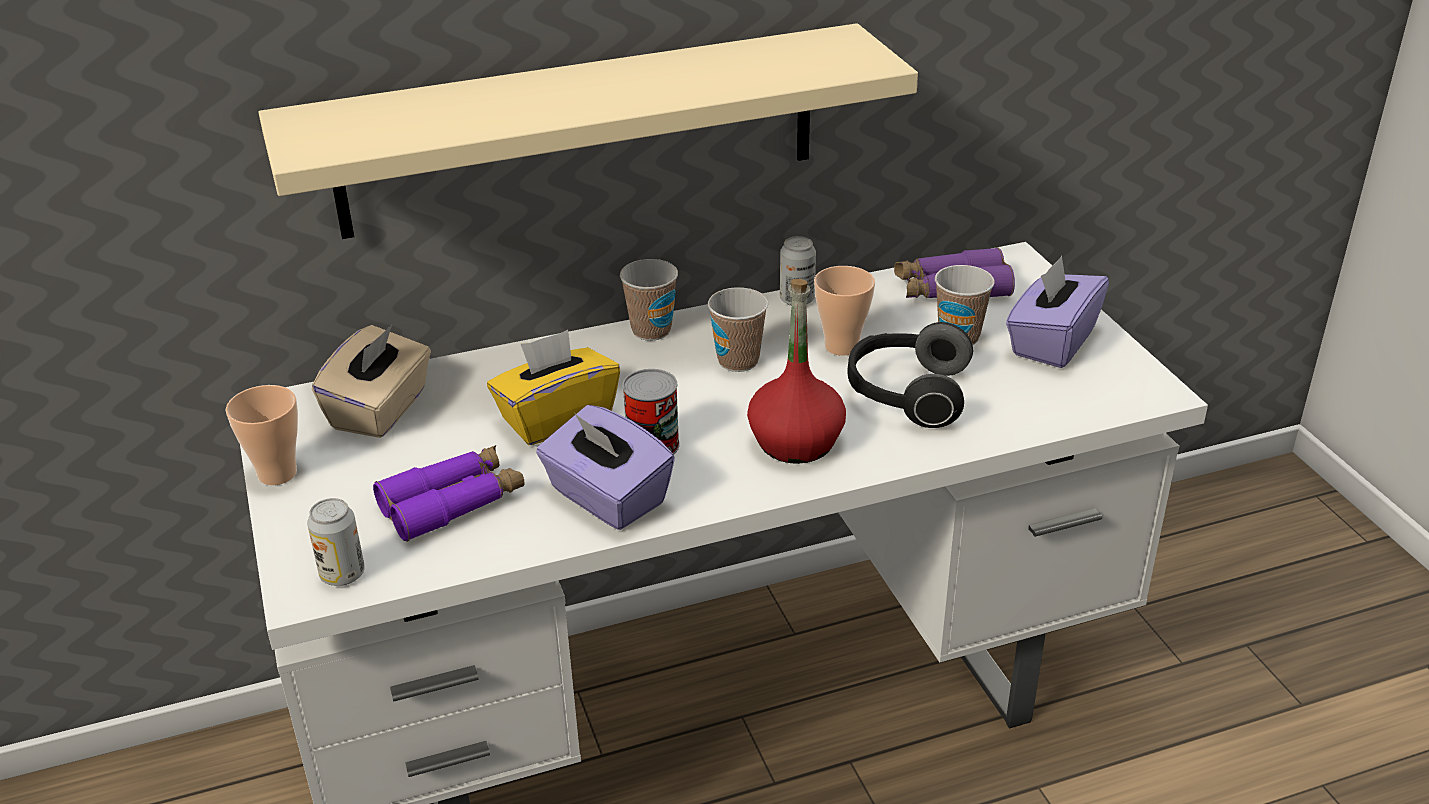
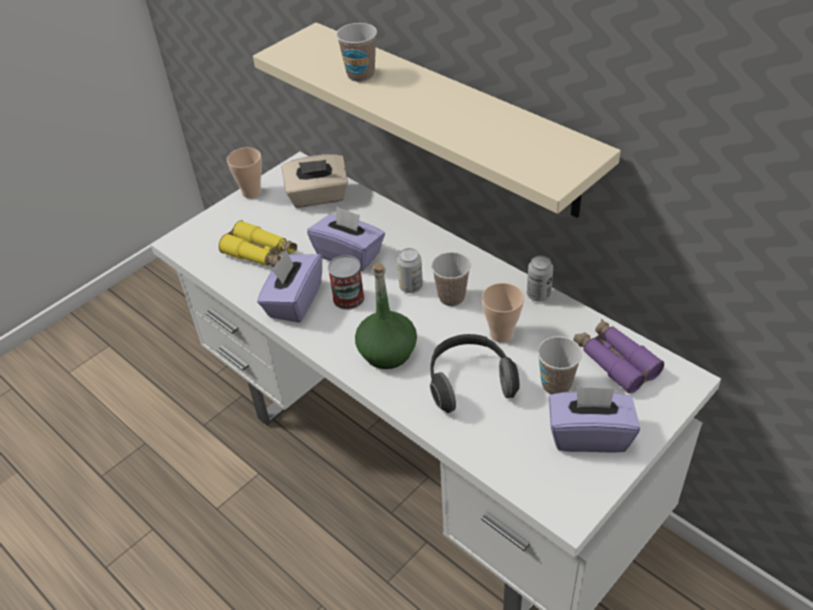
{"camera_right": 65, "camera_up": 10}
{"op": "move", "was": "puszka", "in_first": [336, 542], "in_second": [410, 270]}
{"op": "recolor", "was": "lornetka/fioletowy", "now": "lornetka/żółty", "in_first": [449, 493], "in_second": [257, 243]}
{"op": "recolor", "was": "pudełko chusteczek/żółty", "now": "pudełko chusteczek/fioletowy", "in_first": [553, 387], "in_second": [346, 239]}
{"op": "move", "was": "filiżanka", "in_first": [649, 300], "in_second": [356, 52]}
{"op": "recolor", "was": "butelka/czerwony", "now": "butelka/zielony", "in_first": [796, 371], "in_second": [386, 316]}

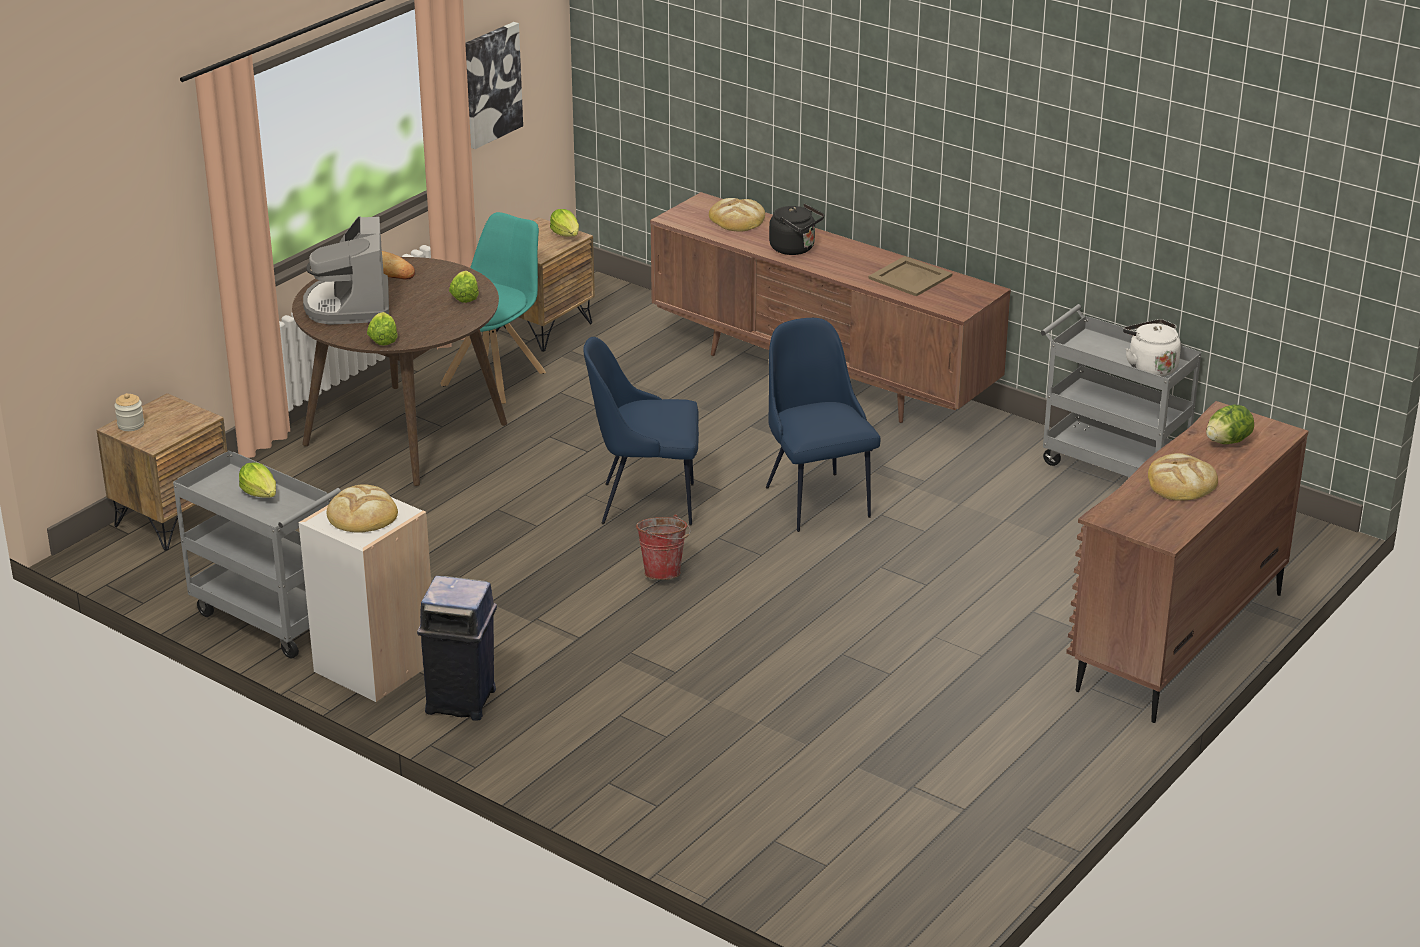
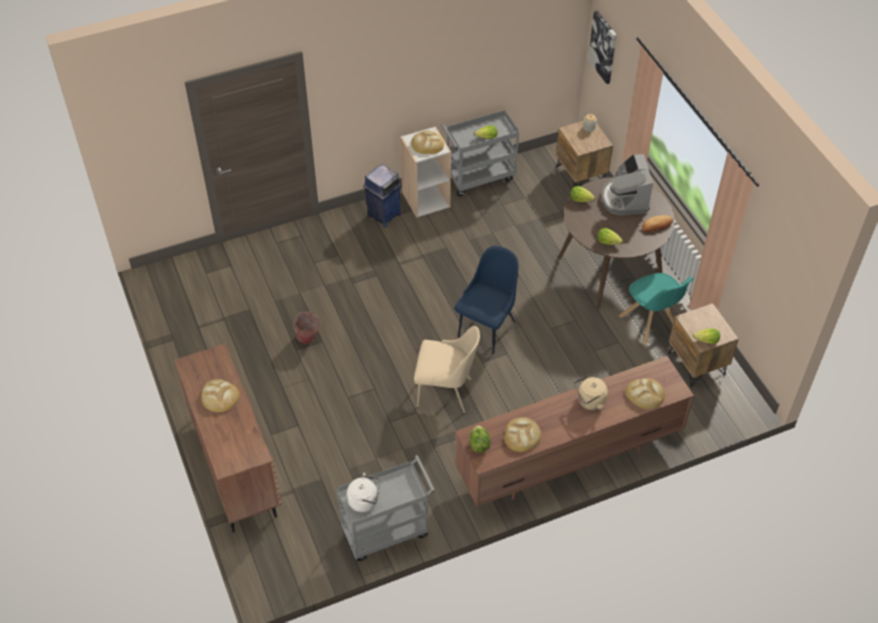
{"camera_right": 120, "camera_up": 20}
{"op": "rotate", "was": "ekspres do kawy", "in_first": [346, 270], "in_second": [627, 184], "clockwise": -120}
{"op": "move", "was": "obraz", "in_first": [494, 85], "in_second": [602, 47]}
{"op": "move", "was": "wiadro", "in_first": [663, 547], "in_second": [307, 327]}
{"op": "recolor", "was": "krzesło/niebieski", "now": "krzesło/beżowy", "in_first": [823, 425], "in_second": [447, 370]}
{"op": "recolor", "was": "czajnik/czarny", "now": "czajnik/beżowy", "in_first": [796, 229], "in_second": [591, 393]}
{"op": "replace", "was": "taca/beżowy", "now": "chleb", "in_first": [910, 276], "in_second": [523, 434]}
{"op": "move", "was": "sałata", "in_first": [1230, 424], "in_second": [480, 439]}

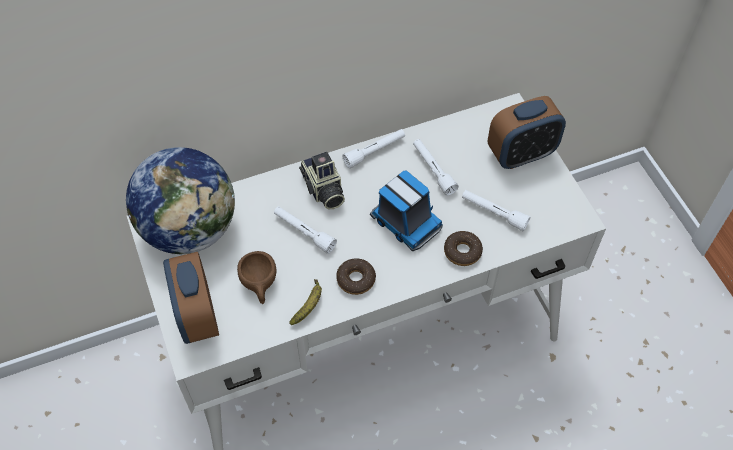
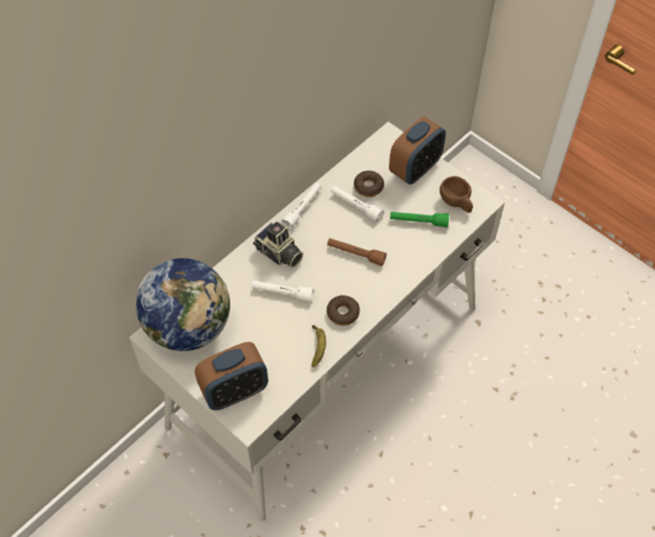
{"camera_right": -25, "camera_up": 0}
{"op": "rotate", "was": "budzik", "in_first": [191, 298], "in_second": [231, 376], "clockwise": -75}
{"op": "move", "was": "filiżanka/brązowy", "in_first": [256, 277], "in_second": [456, 194]}
{"op": "replace", "was": "ciężarówka zabawkowa", "now": "latarka/brązowy", "in_first": [406, 210], "in_second": [357, 252]}
{"op": "move", "was": "donut", "in_first": [463, 248], "in_second": [369, 184]}
{"op": "recolor", "was": "latarka/biały", "now": "latarka/zielony", "in_first": [496, 210], "in_second": [419, 219]}

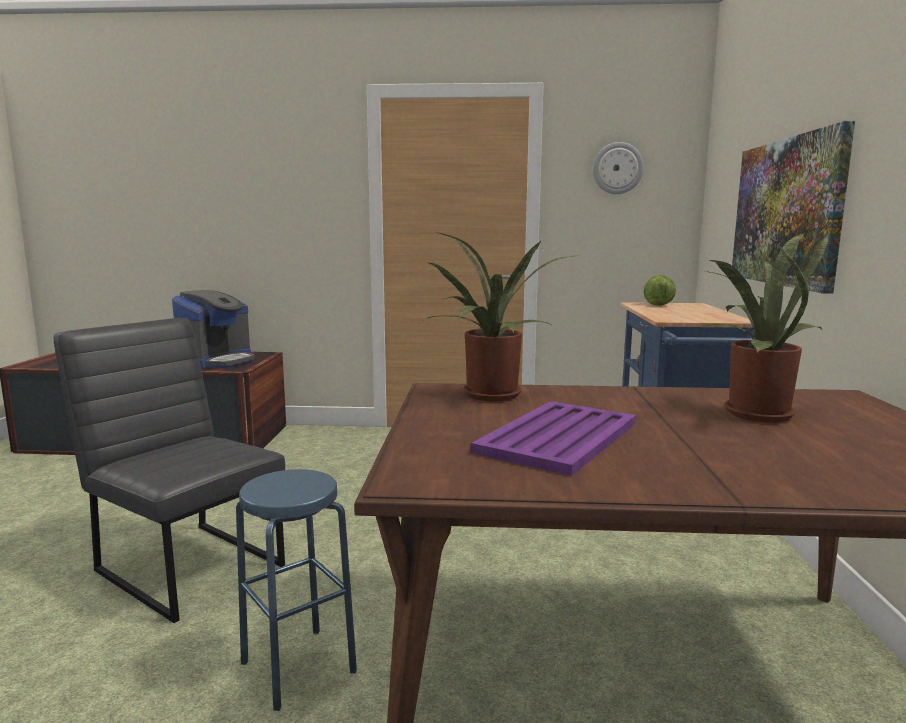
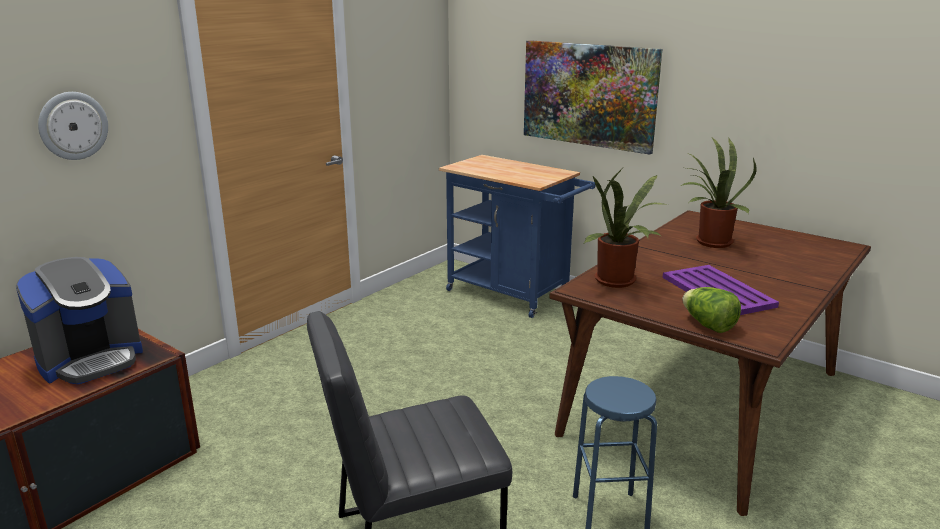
{"camera_right": -55, "camera_up": 10}
{"op": "rotate", "was": "ekspres do kawy", "in_first": [213, 329], "in_second": [79, 320], "clockwise": 75}
{"op": "move", "was": "zegar ścienny", "in_first": [618, 168], "in_second": [73, 126]}
{"op": "move", "was": "sałata", "in_first": [659, 290], "in_second": [711, 310]}

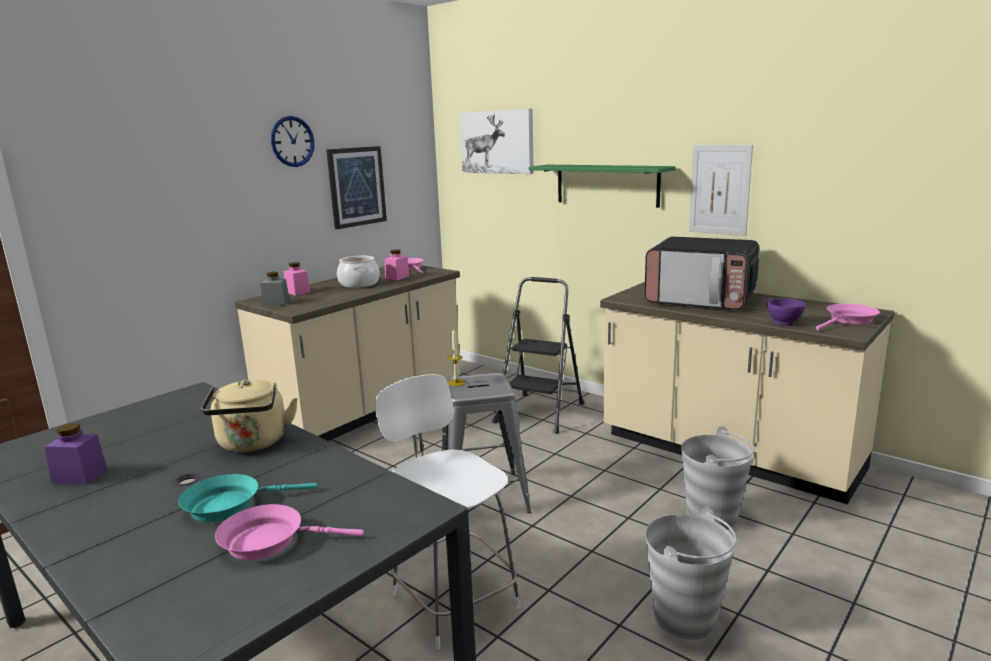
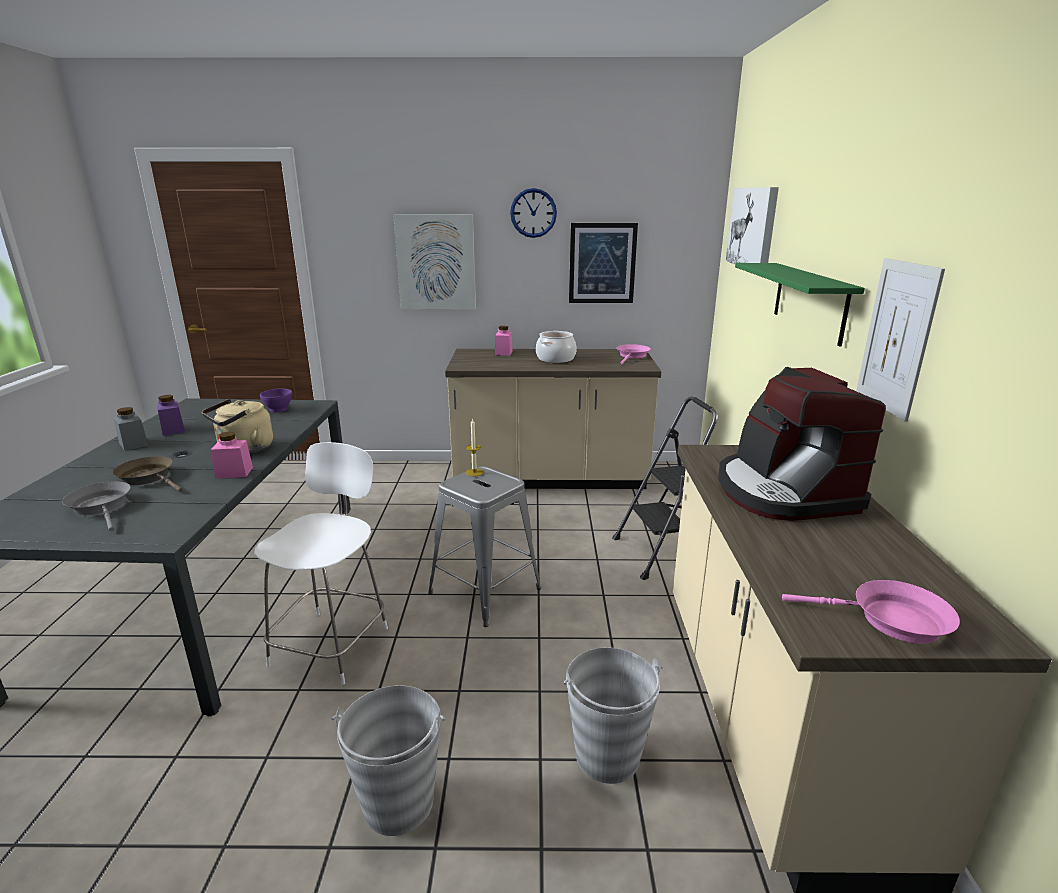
{"camera_right": 50, "camera_up": 5}
{"op": "recolor", "was": "patelnia/turkusowy", "now": "patelnia/brązowy", "in_first": [248, 498], "in_second": [147, 474]}
{"op": "recolor", "was": "patelnia/różowy", "now": "patelnia/szary", "in_first": [289, 532], "in_second": [96, 506]}
{"op": "move", "was": "słoik/szary", "in_first": [275, 289], "in_second": [131, 429]}
{"op": "move", "was": "słoik/różowy", "in_first": [397, 265], "in_second": [232, 455]}
{"op": "replace", "was": "mikrofalówka", "now": "ekspres do kawy", "in_first": [701, 273], "in_second": [802, 444]}
{"op": "move", "was": "miska/fioletowy", "in_first": [786, 312], "in_second": [276, 400]}
{"op": "insert", "now": "obraz", "in_second": [434, 261]}

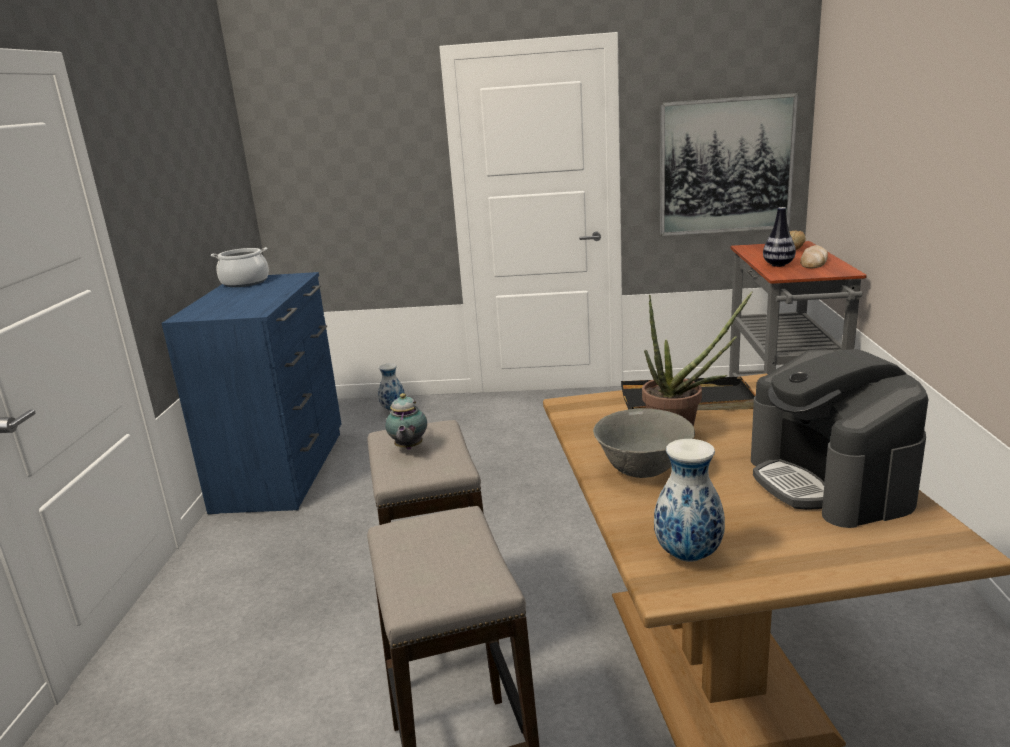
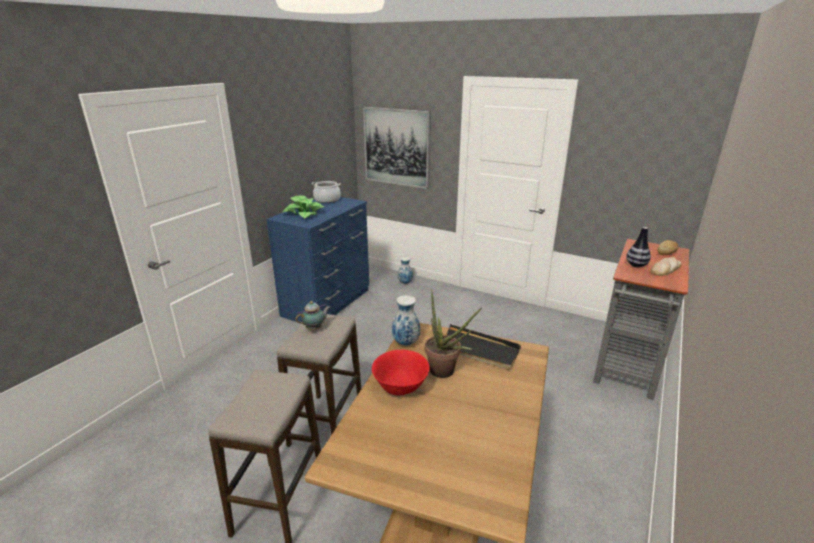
{"camera_right": 25, "camera_up": 5}
{"op": "rotate", "was": "imbryk", "in_first": [406, 421], "in_second": [313, 315], "clockwise": -150}
{"op": "recolor", "was": "miska/szary", "now": "miska/czerwony", "in_first": [644, 443], "in_second": [401, 372]}
{"op": "move", "was": "wazon", "in_first": [689, 500], "in_second": [406, 320]}
{"op": "move", "was": "obraz", "in_first": [729, 164], "in_second": [397, 148]}
{"op": "delete", "was": "ekspres do kawy", "in_first": [840, 438]}
{"op": "insert", "now": "roślina doniczkowa", "in_second": [304, 206]}

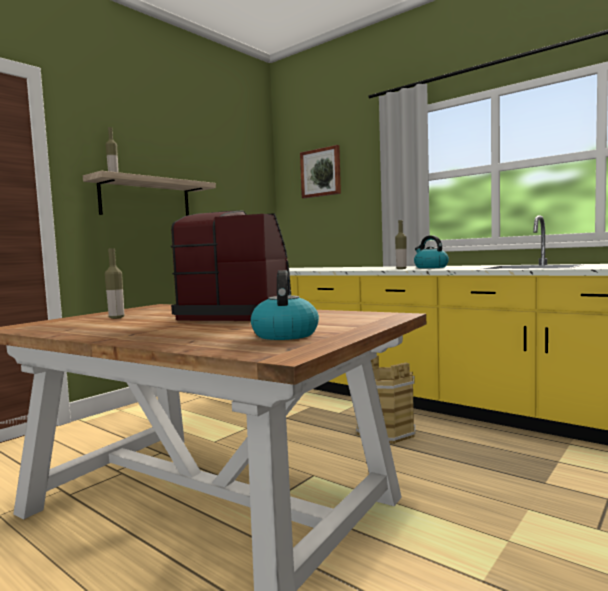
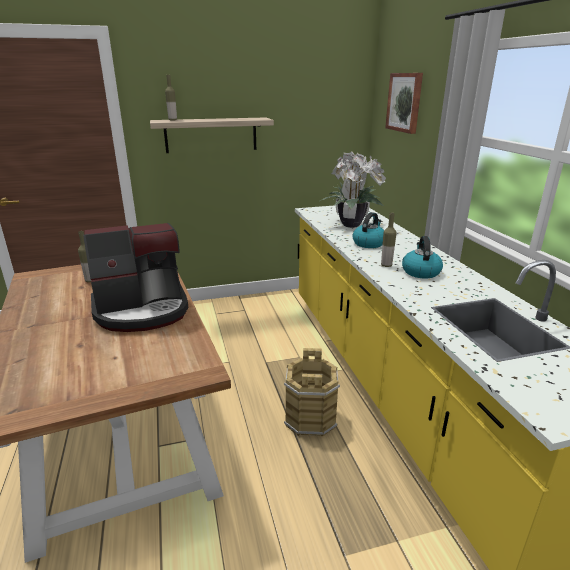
{"camera_right": 35, "camera_up": 20}
{"op": "rotate", "was": "ekspres do kawy", "in_first": [231, 265], "in_second": [135, 277], "clockwise": 105}
{"op": "move", "was": "czajnik", "in_first": [285, 305], "in_second": [368, 230]}
{"op": "insert", "now": "roślina doniczkowa", "in_second": [353, 190]}

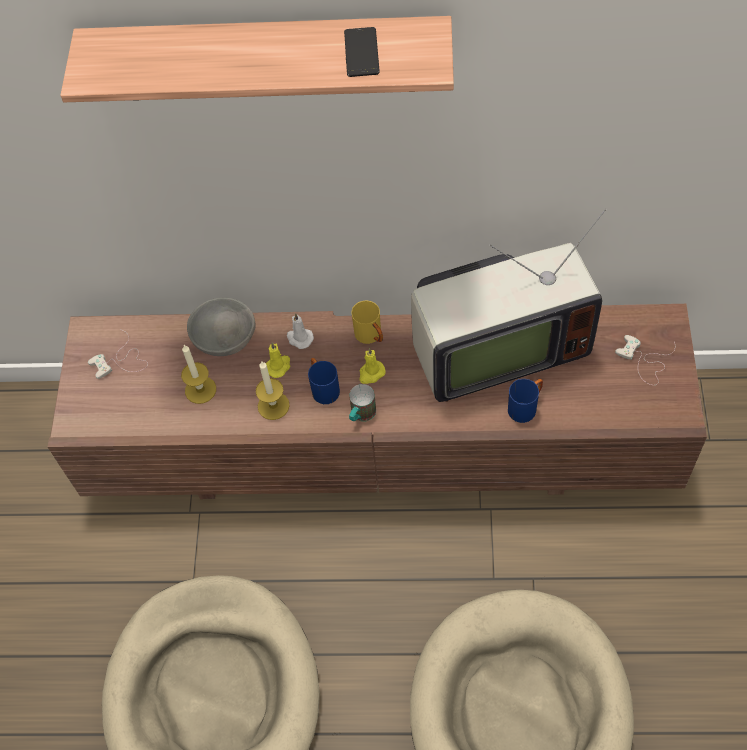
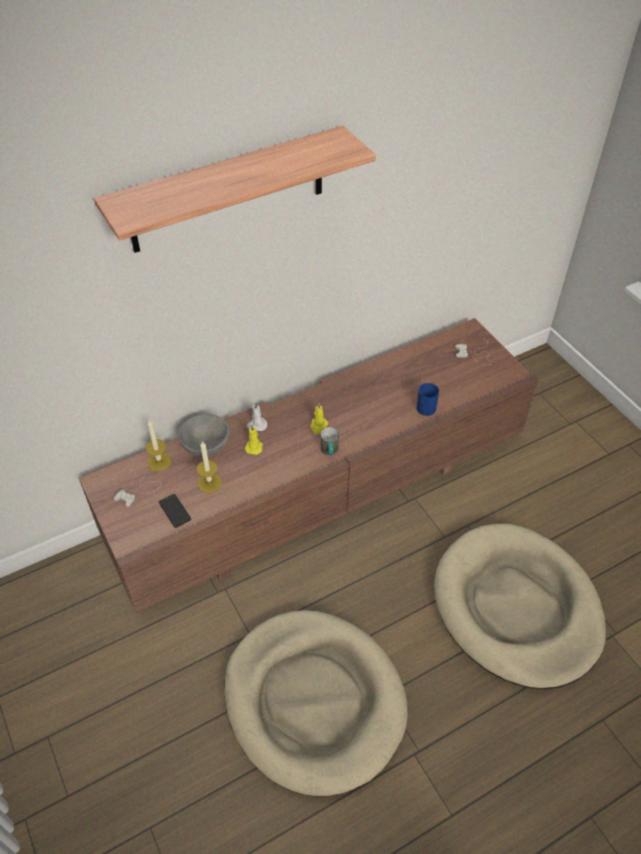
{"camera_right": -35, "camera_up": -10}
{"op": "move", "was": "świeca", "in_first": [273, 391], "in_second": [158, 446]}
{"op": "delete", "was": "kubek/niebieski", "in_first": [324, 381]}
{"op": "move", "was": "telefon", "in_first": [362, 52], "in_second": [175, 511]}
{"op": "delete", "was": "kubek/żółty", "in_first": [367, 322]}
{"op": "delete", "was": "telewizor", "in_first": [509, 305]}

